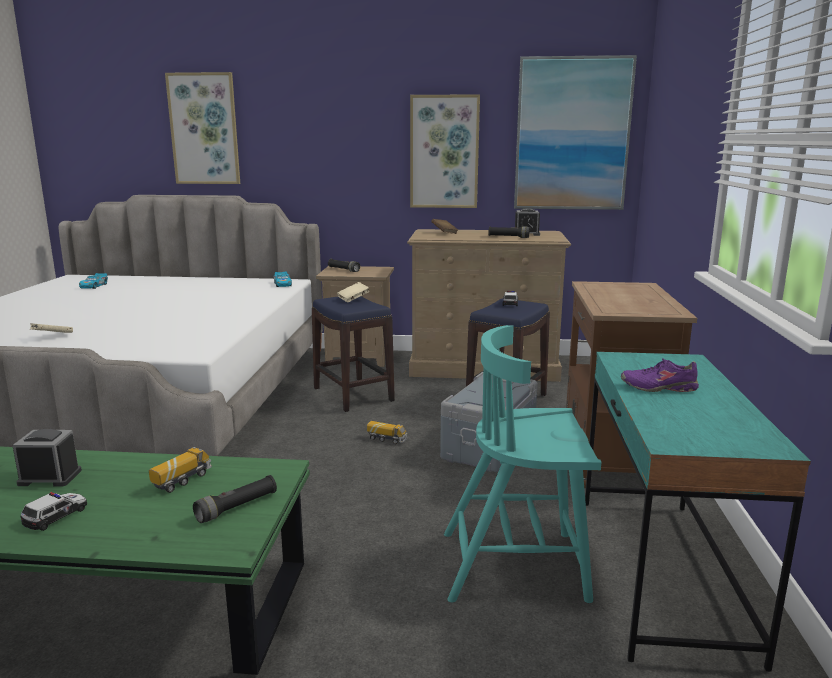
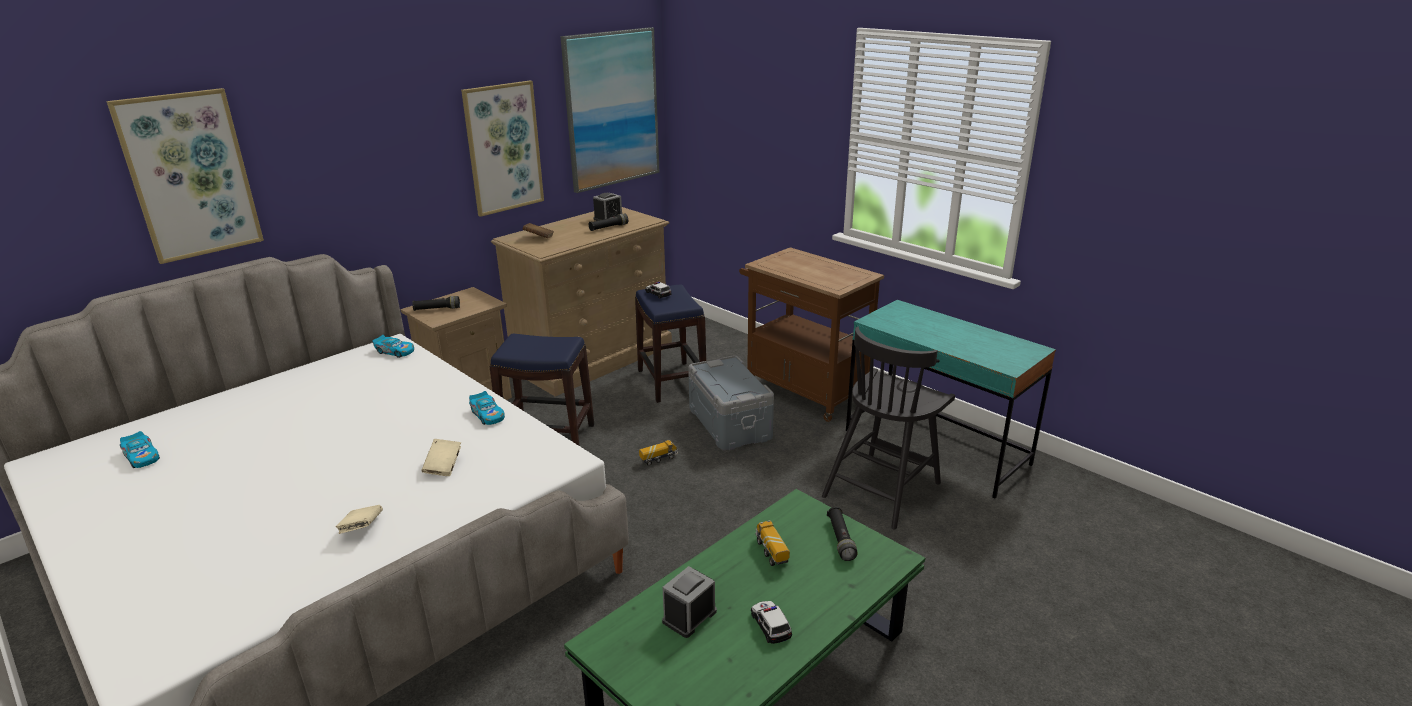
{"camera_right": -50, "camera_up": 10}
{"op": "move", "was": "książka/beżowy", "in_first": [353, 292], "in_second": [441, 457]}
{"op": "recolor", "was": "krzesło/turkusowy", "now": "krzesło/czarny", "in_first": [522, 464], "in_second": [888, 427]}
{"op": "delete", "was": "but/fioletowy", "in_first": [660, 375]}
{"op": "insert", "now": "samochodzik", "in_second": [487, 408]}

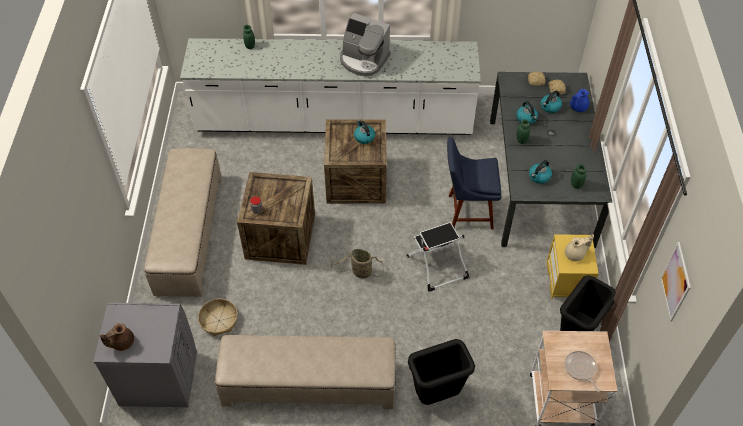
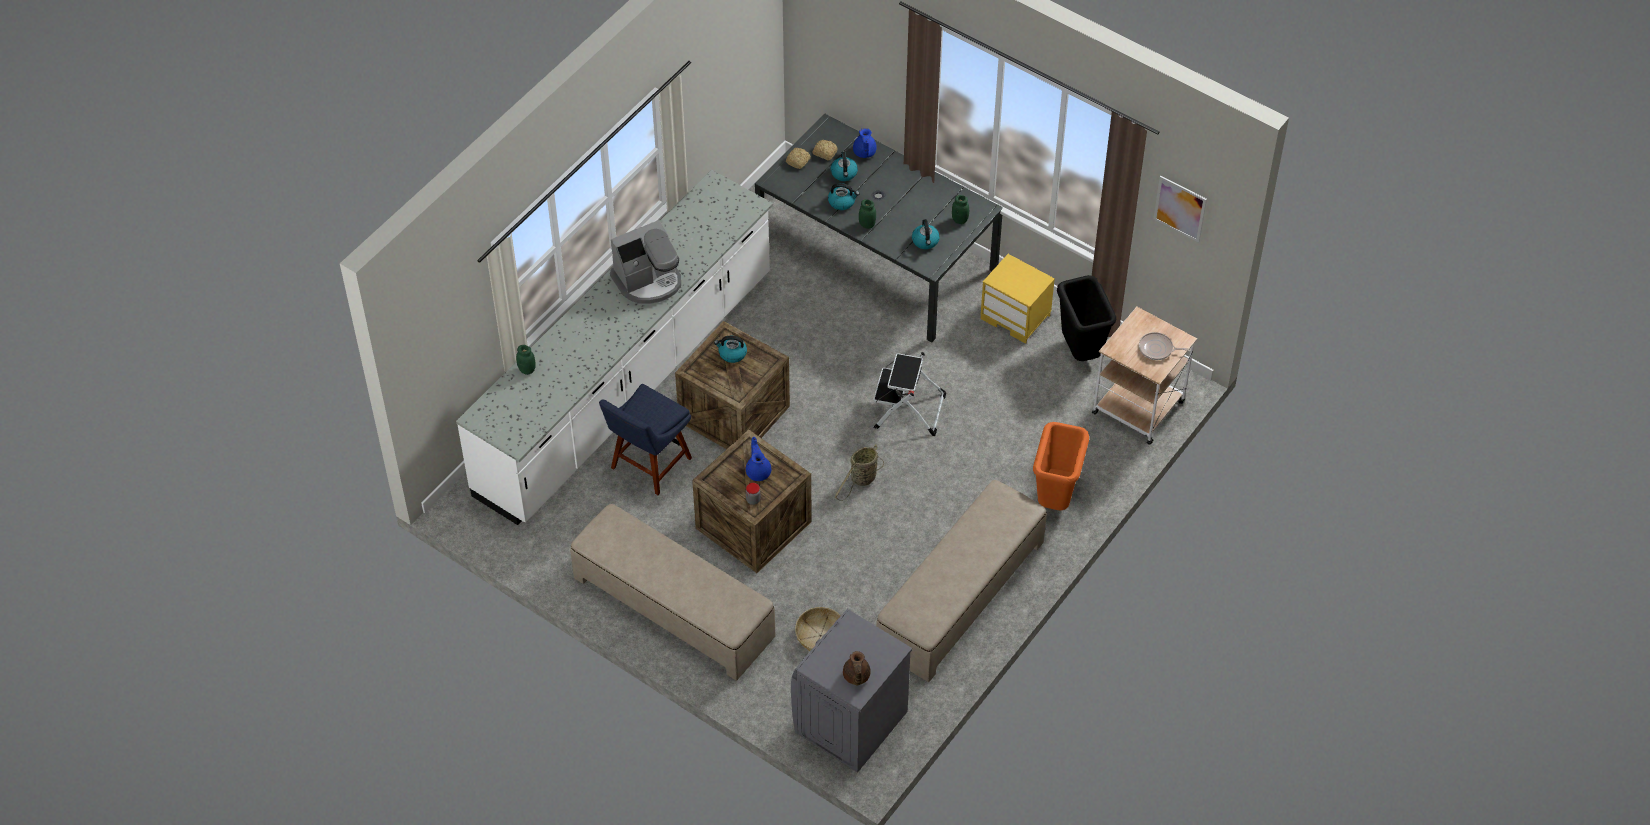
{"camera_right": -55, "camera_up": 0}
{"op": "recolor", "was": "kosz na śmieci/czarny", "now": "kosz na śmieci/pomarańczowy", "in_first": [441, 372], "in_second": [1061, 466]}
{"op": "move", "was": "krzesło/niebieski", "in_first": [474, 183], "in_second": [645, 439]}
{"op": "delete", "was": "imbryk/beżowy", "in_first": [579, 247]}
{"op": "insert", "now": "imbryk/niebieski", "in_second": [758, 459]}

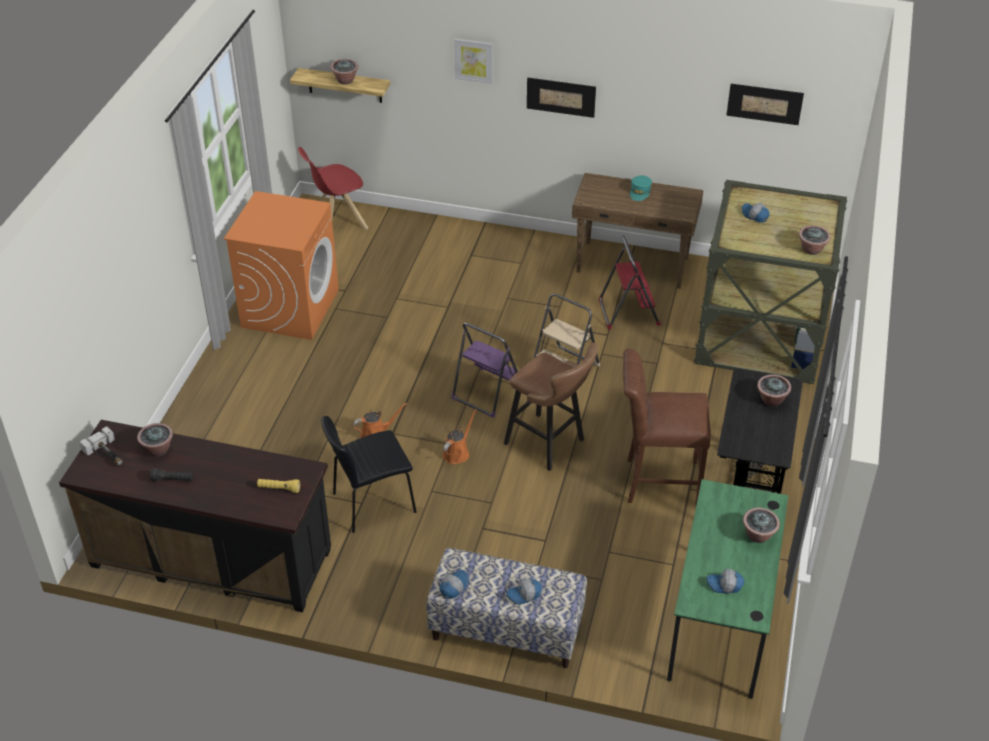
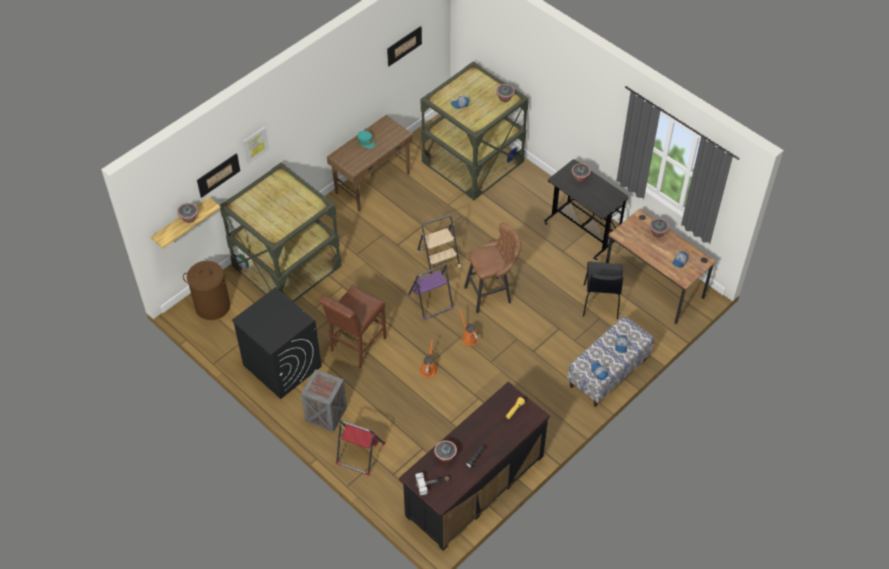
{"camera_right": -60, "camera_up": 10}
{"op": "recolor", "was": "pralka/pomarańczowy", "now": "pralka/czarny", "in_first": [281, 265], "in_second": [276, 343]}
{"op": "replace", "was": "krzesło/czerwony", "now": "kosz na pranie/brązowy", "in_first": [333, 188], "in_second": [206, 290]}
{"op": "move", "was": "krzesło/czarny", "in_first": [369, 474], "in_second": [603, 290]}
{"op": "move", "was": "obraz", "in_first": [561, 98], "in_second": [218, 175]}
{"op": "move", "was": "drabinka/czerwony", "in_first": [630, 282], "in_second": [361, 447]}
{"op": "move", "was": "stołek/brązowy", "in_first": [667, 427], "in_second": [352, 326]}
{"op": "recolor", "was": "biurko/zielony", "now": "biurko/brązowy", "in_first": [727, 589], "in_second": [661, 266]}
{"op": "insert", "now": "regał", "in_second": [280, 232]}
{"op": "insert", "now": "skrzynka", "in_second": [324, 400]}

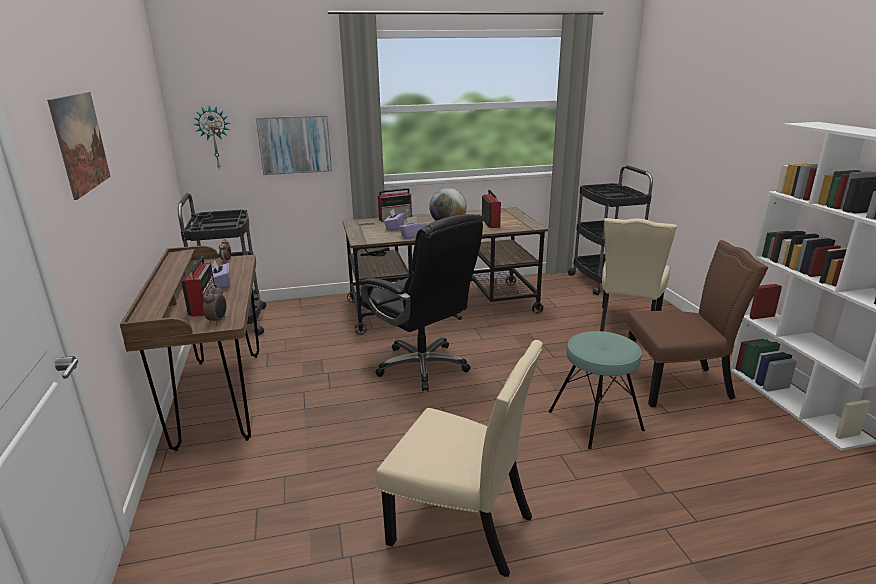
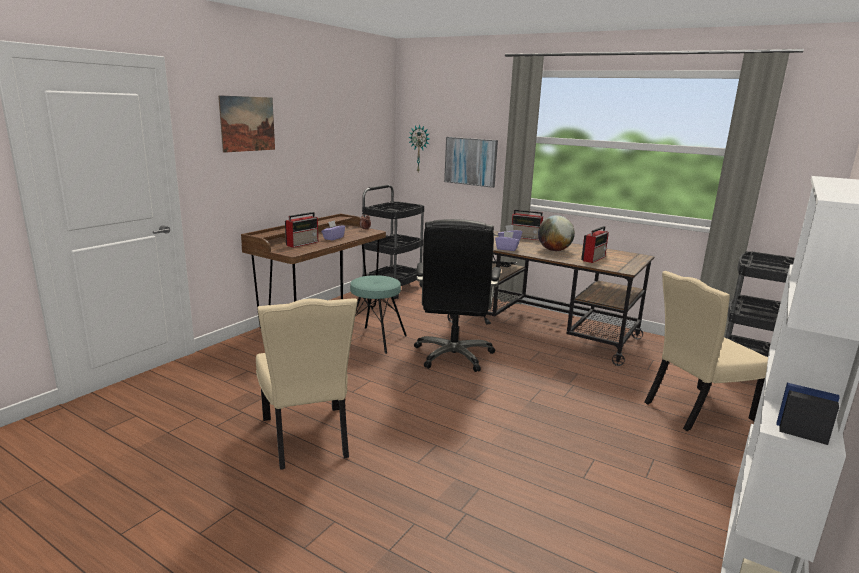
{"camera_right": 45, "camera_up": -5}
{"op": "delete", "was": "budzik", "in_first": [215, 304]}
{"op": "move", "was": "stołek/turkusowy", "in_first": [597, 390], "in_second": [378, 314]}
{"op": "delete", "was": "krzesło/brązowy", "in_first": [697, 323]}

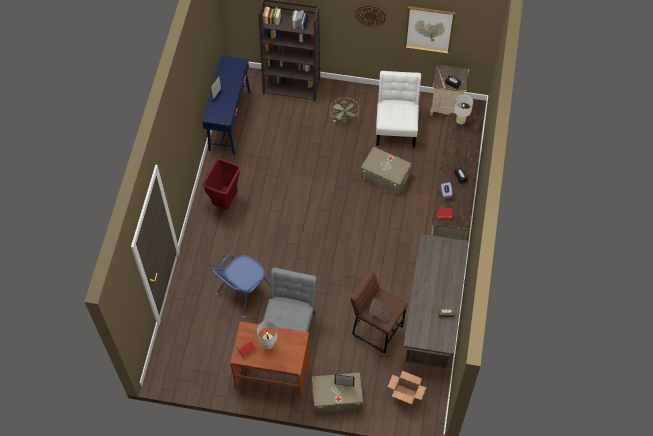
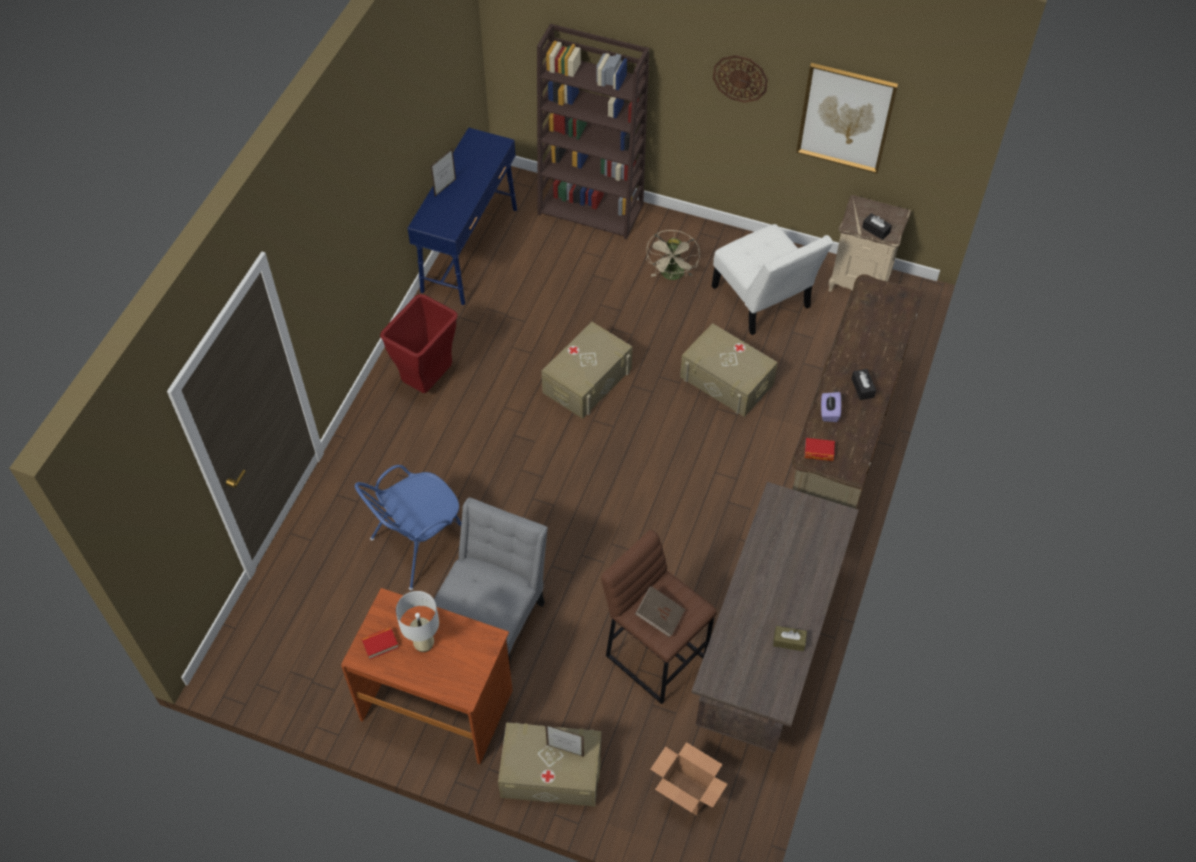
{"camera_right": 10, "camera_up": -5}
{"op": "rotate", "was": "krzesło/biały", "in_first": [398, 109], "in_second": [772, 279], "clockwise": 135}
{"op": "delete", "was": "lampa stołowa/biały", "in_first": [463, 109]}
{"op": "insert", "now": "pojemnik do przechowywania/beżowy", "in_second": [586, 370]}

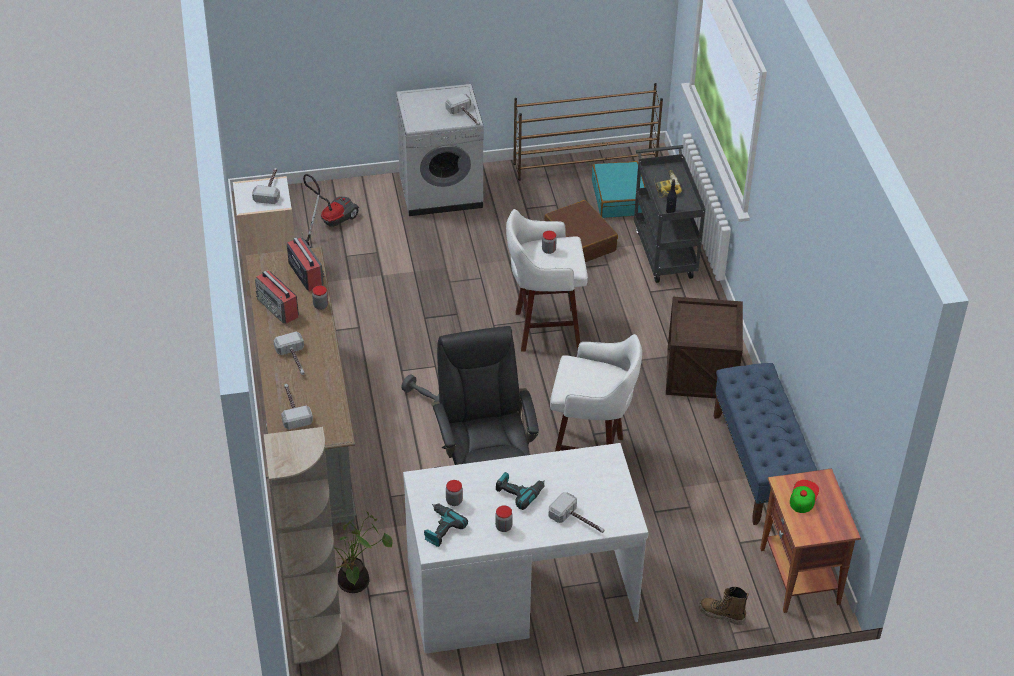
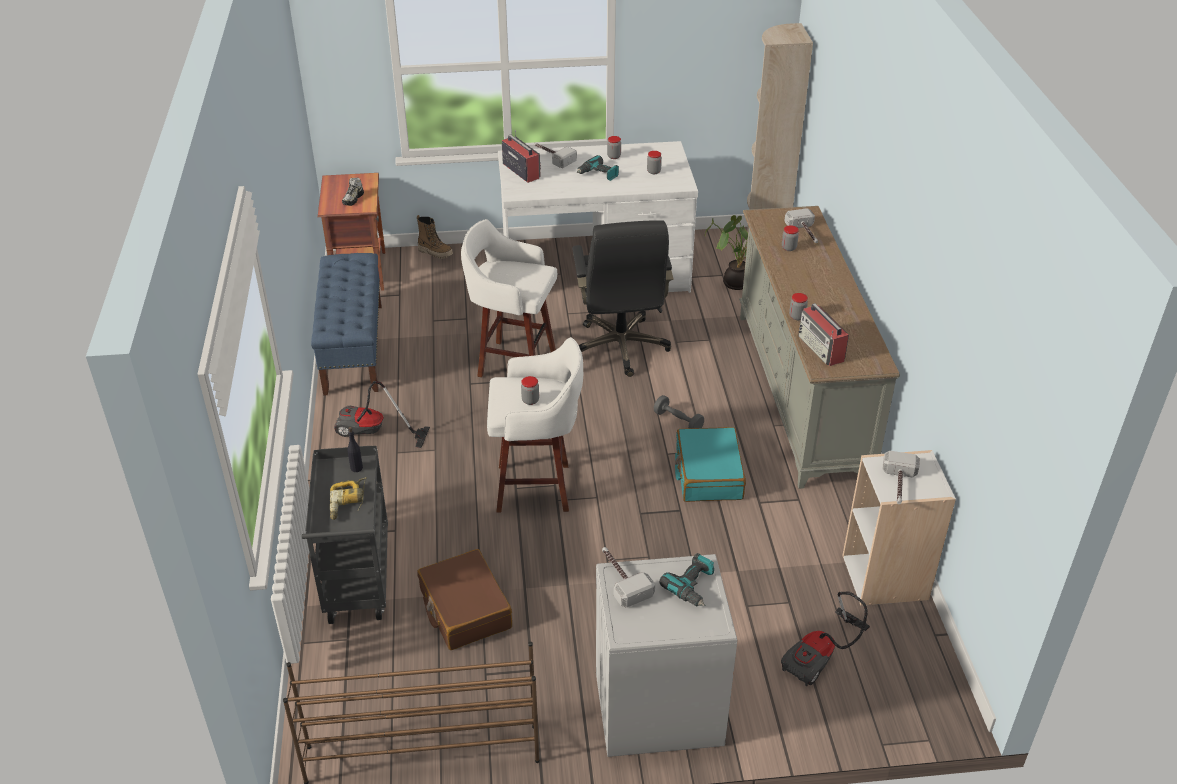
{"camera_right": -175, "camera_up": -5}
{"op": "move", "was": "radio", "in_first": [277, 297], "in_second": [521, 156]}
{"op": "delete", "was": "młotek", "in_first": [289, 353]}
{"op": "move", "was": "wiertarka", "in_first": [446, 525], "in_second": [686, 580]}
{"op": "move", "was": "walizka/turkusowy", "in_first": [619, 189], "in_second": [710, 464]}
{"op": "replace", "was": "skrzynka", "now": "odkurzacz", "in_first": [704, 347], "in_second": [382, 414]}
{"op": "replace", "was": "czapka z daszkiem", "now": "but", "in_first": [804, 496], "in_second": [353, 192]}
{"op": "insert", "now": "słoik", "in_second": [790, 238]}

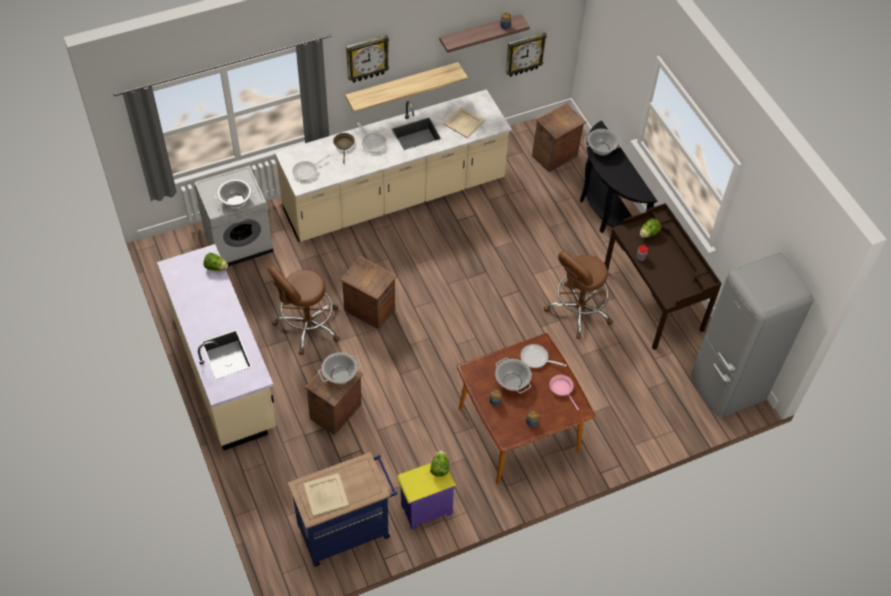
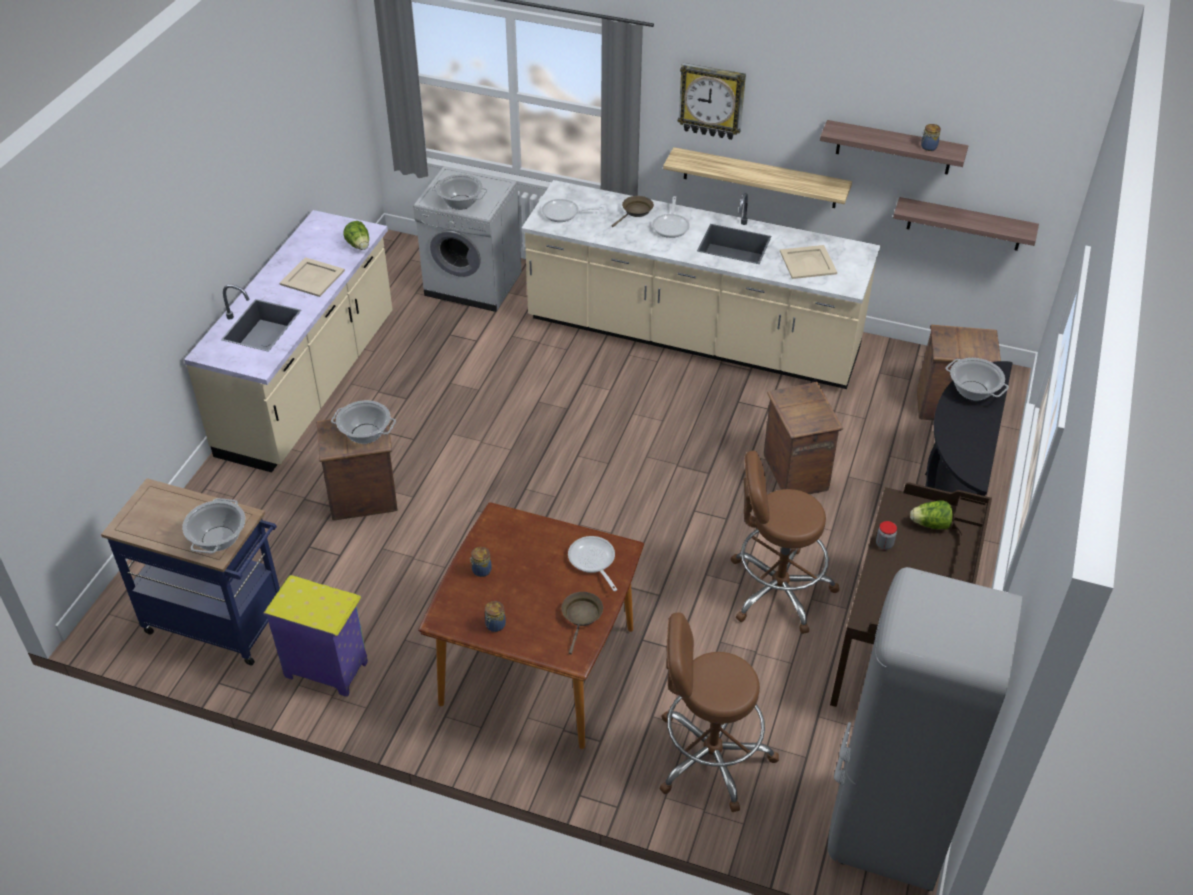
{"camera_right": 45, "camera_up": -10}
{"op": "move", "was": "stołek/brązowy", "in_first": [304, 310], "in_second": [719, 712]}
{"op": "move", "was": "taca/beżowy", "in_first": [326, 494], "in_second": [312, 277]}
{"op": "move", "was": "skrzynka", "in_first": [368, 292], "in_second": [803, 438]}
{"op": "delete", "was": "sałata", "in_first": [439, 464]}
{"op": "move", "was": "garnek", "in_first": [513, 375], "in_second": [213, 525]}
{"op": "replace", "was": "zegar ścienny", "now": "półka", "in_first": [526, 54], "in_second": [966, 224]}
{"op": "recolor", "was": "patelnia/różowy", "now": "patelnia/brązowy", "in_first": [564, 392], "in_second": [582, 623]}

